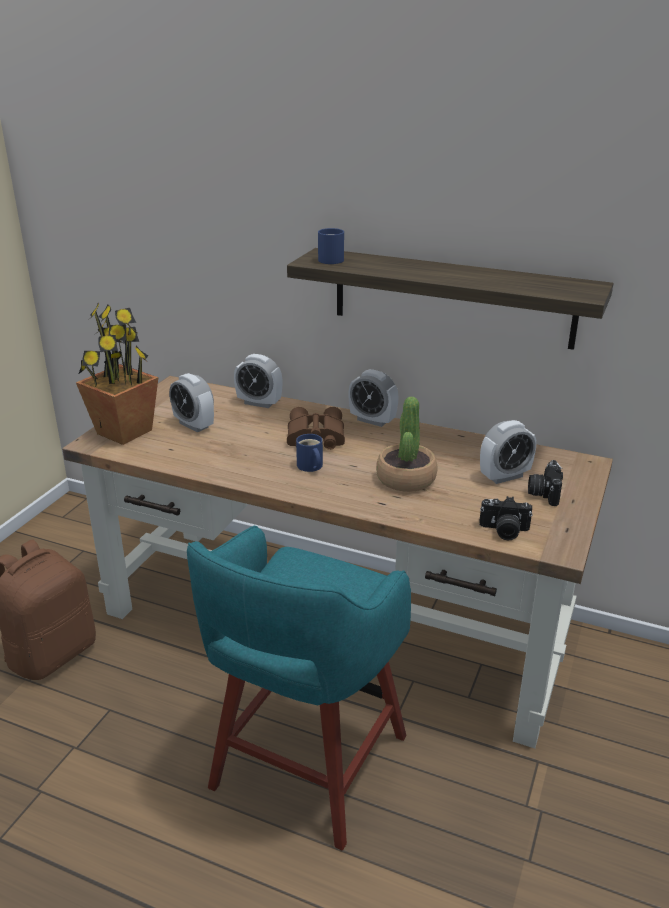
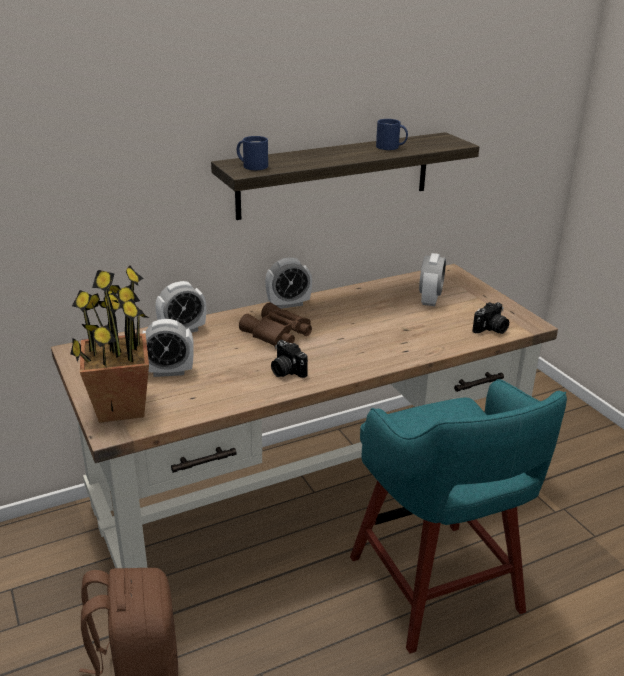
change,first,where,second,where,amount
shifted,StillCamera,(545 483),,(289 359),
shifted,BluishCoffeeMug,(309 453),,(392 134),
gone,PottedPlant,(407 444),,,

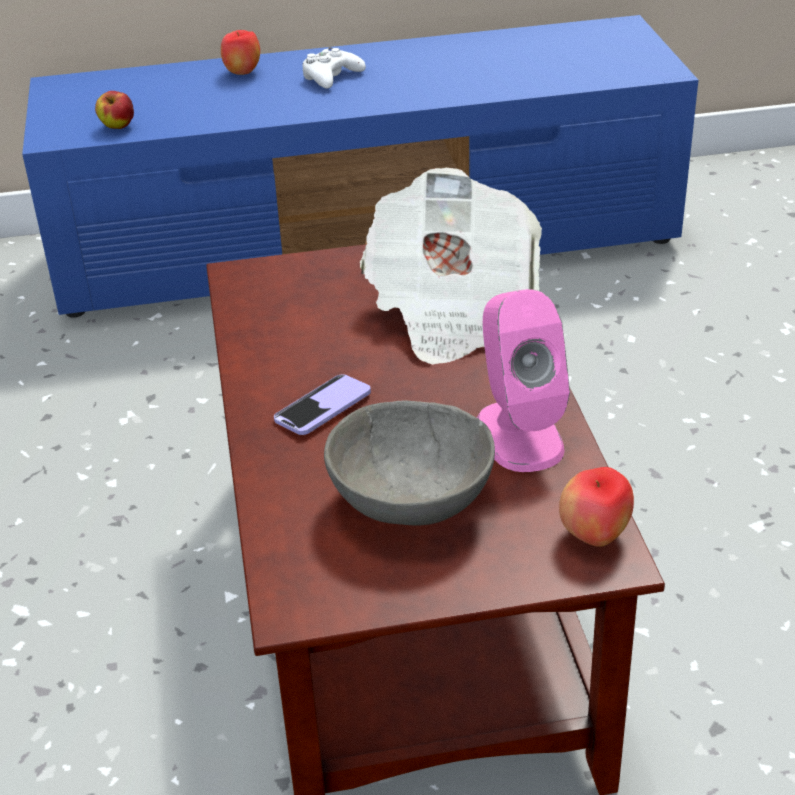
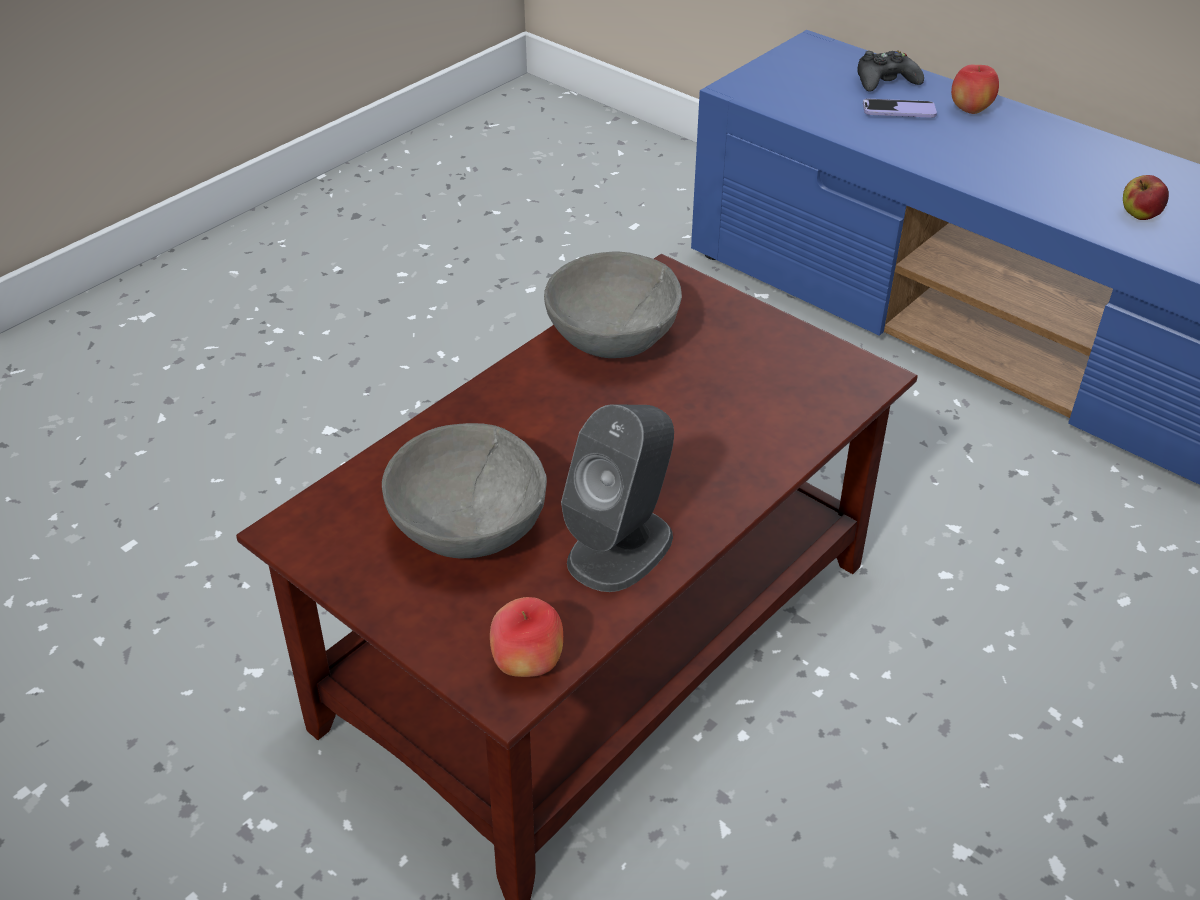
change,first,where,second,where,amount
new,,,GreyishBowl,(613 305),
repainted,PinkColouredSpeaker,(523 380),GreyishSpeaker,(617 498),
new,,,BlackishGamepad,(890 71),
shifted,Telephone,(322 404),,(900 108),
shifted,AppleFruit,(114 110),,(1146 197),
gone,WhitishGamepad,(334 68),,,
gone,PrintedPaper,(450 266),,,

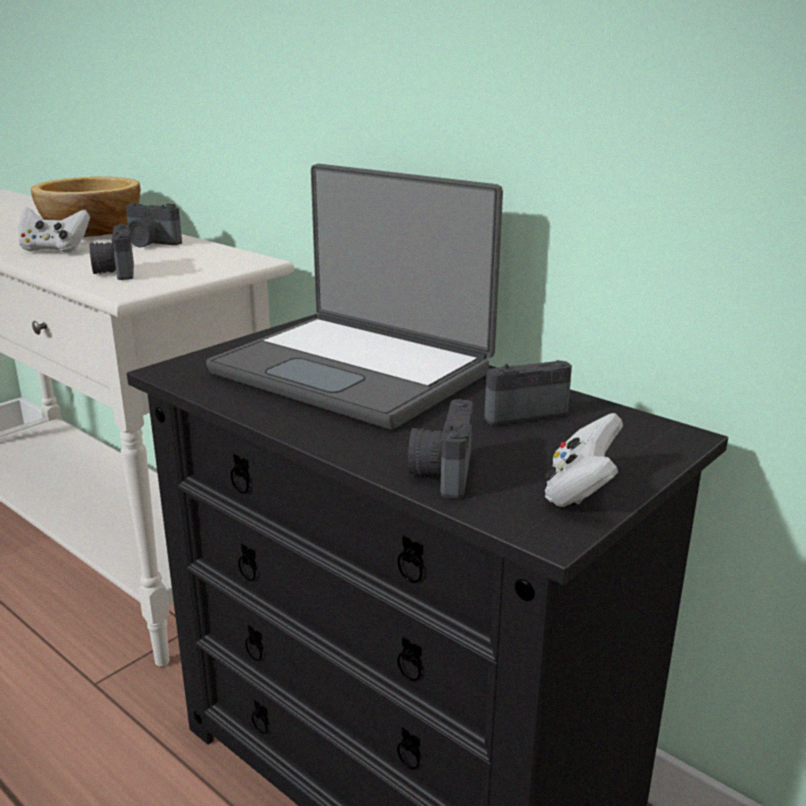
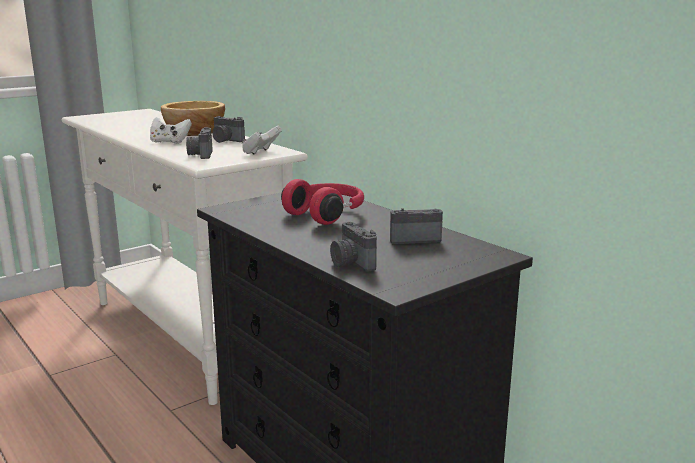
change,first,where,second,where,amount
shifted,WhitishGamepad,(583 460),,(262 140),
swapped,Laptop,(354 296),ReddishHeadset,(322 202),
rotated,StillCamera,(440 449),,(353 247),45 degrees counterclockwise

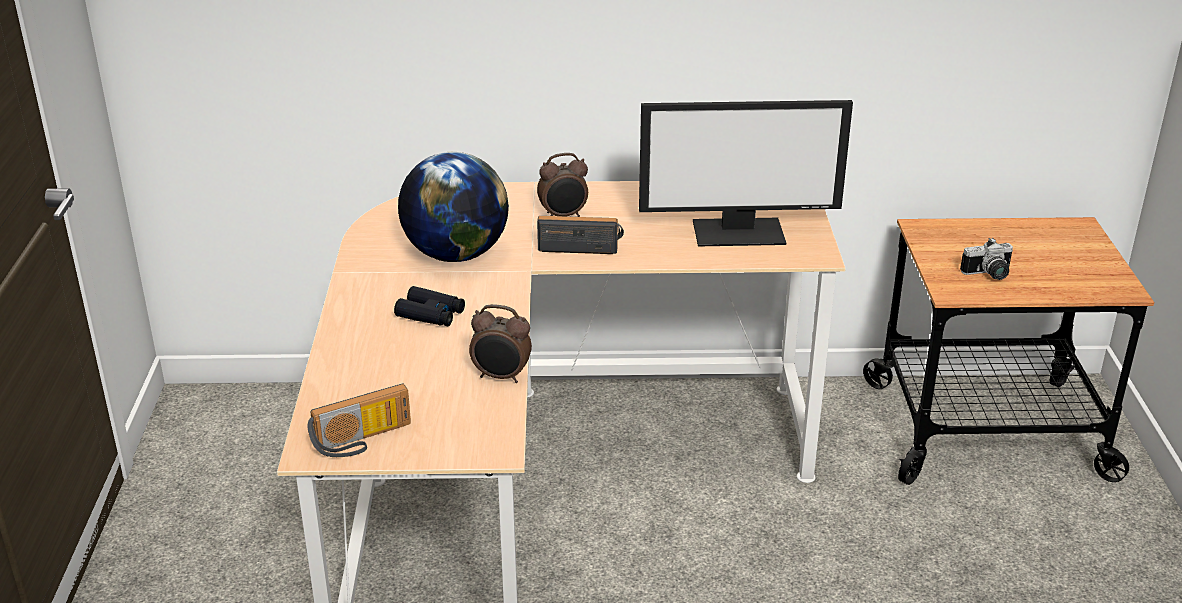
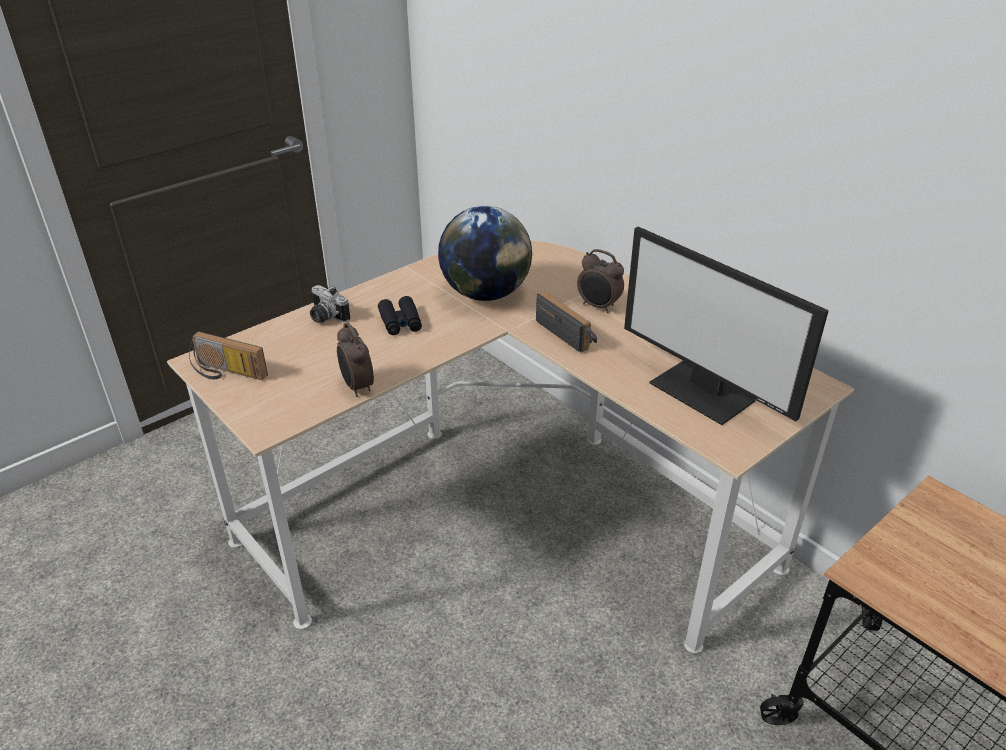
change,first,where,second,where,amount
shifted,StillCamera,(986 259),,(330 304),

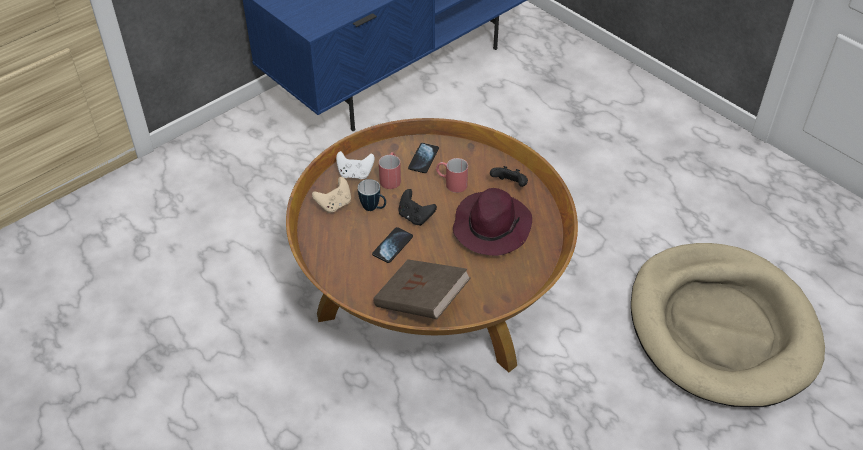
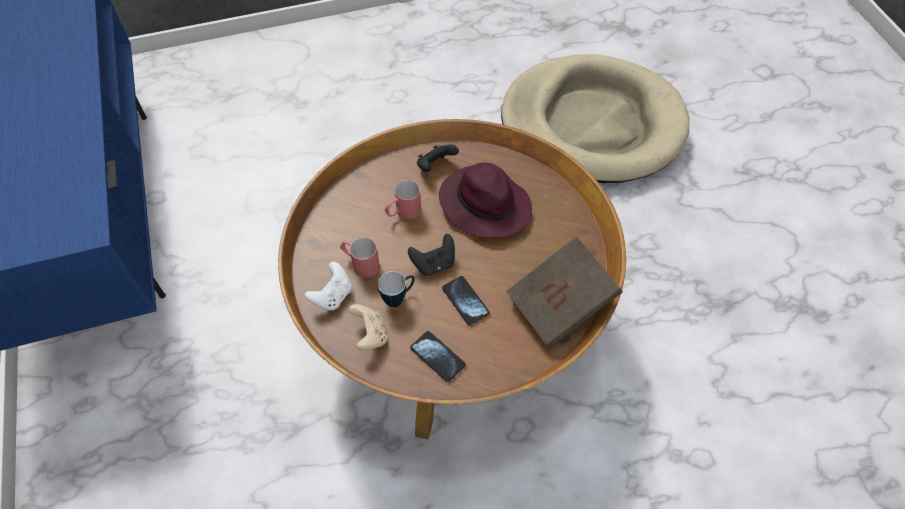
change,first,where,second,where,amount
shifted,Telephone,(423 158),,(438 356),

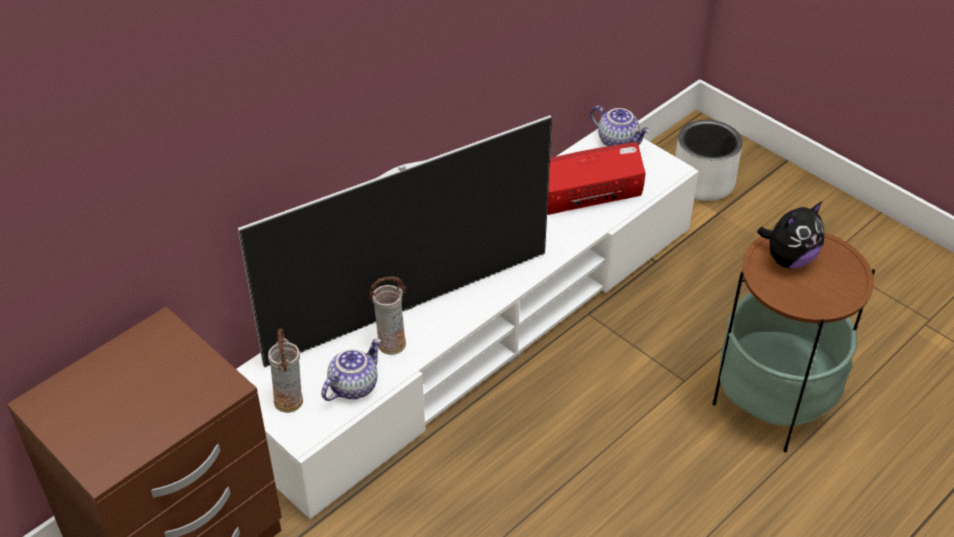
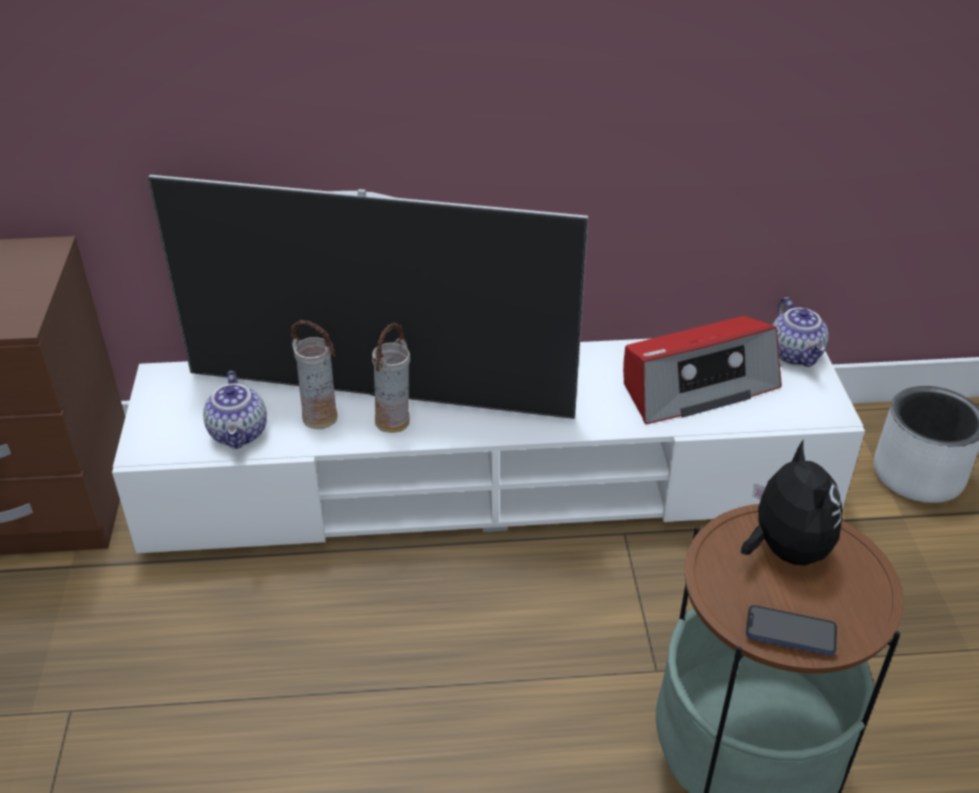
change,first,where,second,where,amount
rotated,Teapot,(351 370),,(235 410),90 degrees clockwise
shifted,FlowerVase,(285 371),,(391 377),
rotated,Radio,(596 178),,(702 370),135 degrees clockwise
rotated,SoftToy,(790 235),,(792 502),105 degrees counterclockwise
new,,,Telephone,(791 630),

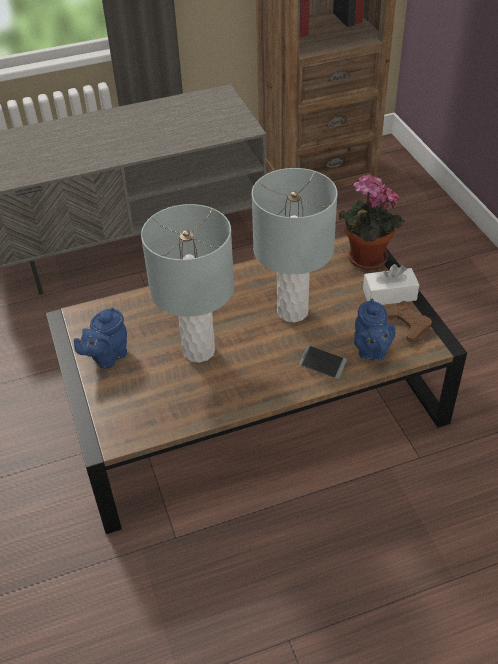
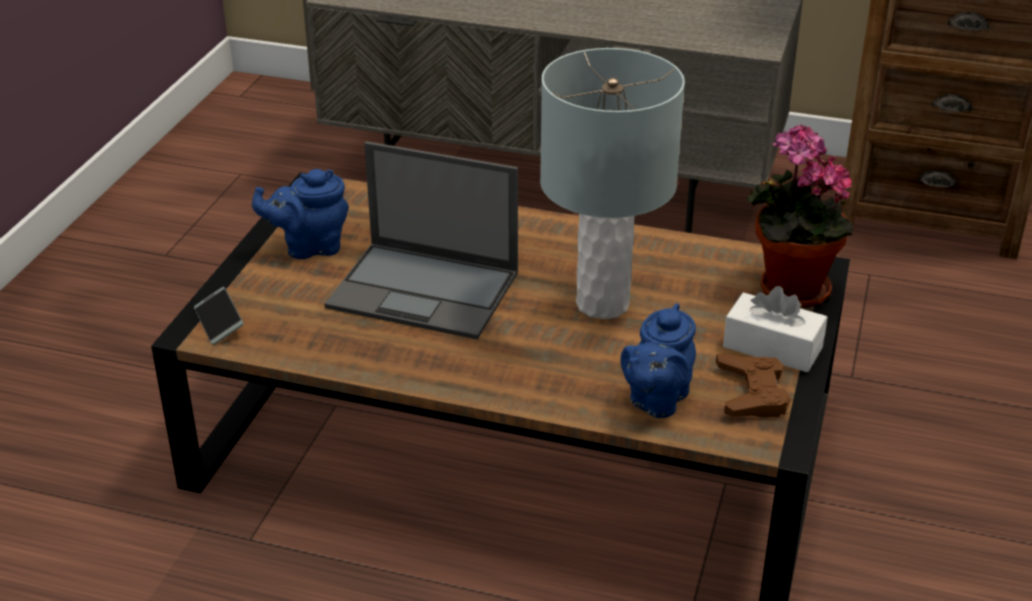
change,first,where,second,where,amount
shifted,Telephone,(323 362),,(219 316),
swapped,GreyishLampForATable,(187 283),Laptop,(421 240),

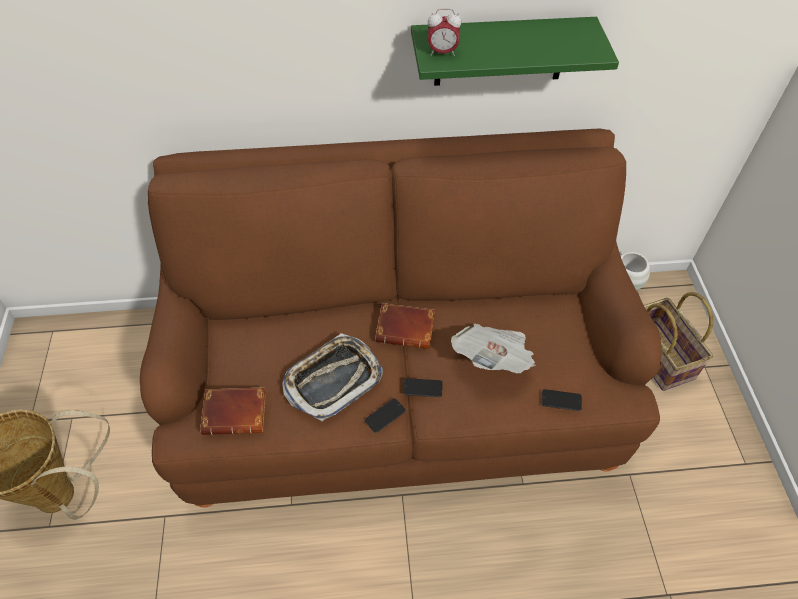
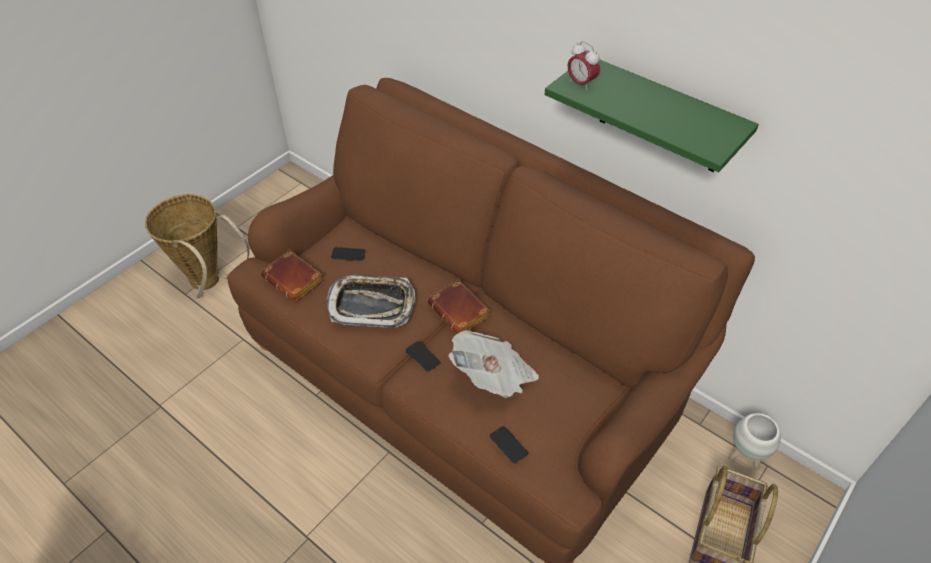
change,first,where,second,where,amount
shifted,Telephone,(385 415),,(348 254),

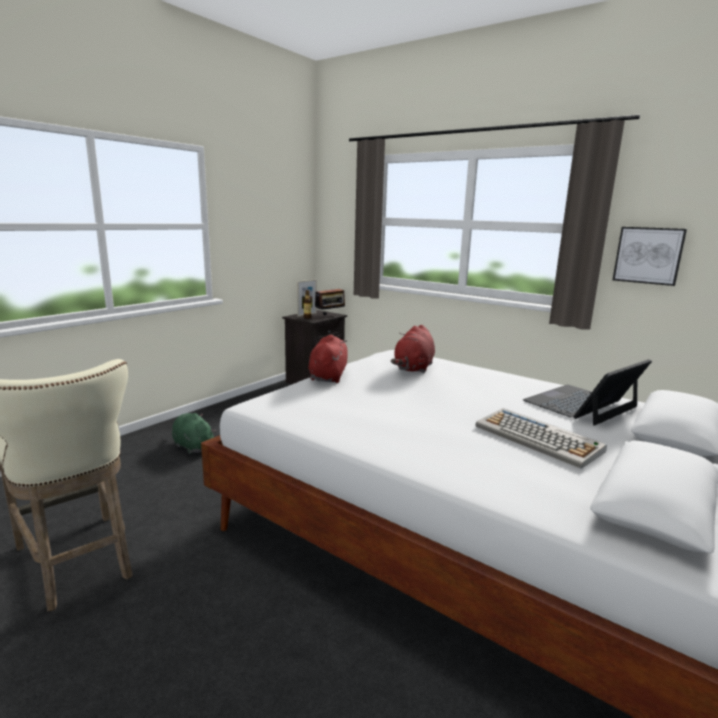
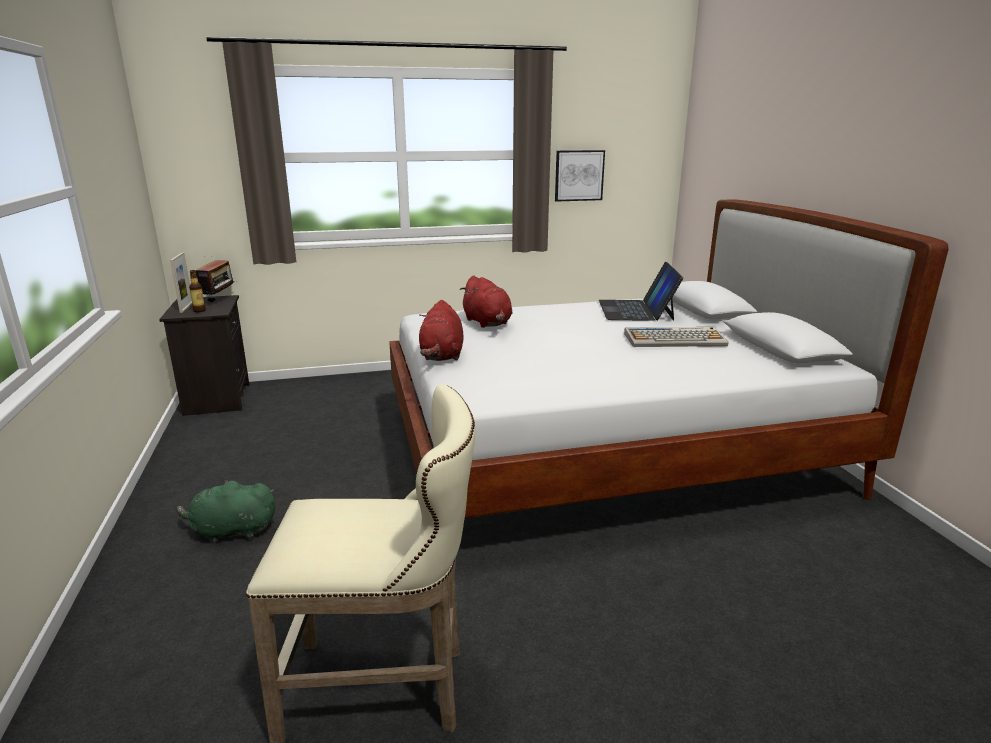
change,first,where,second,where,amount
rotated,ReddishSoftToy,(328 359),,(441 330),135 degrees counterclockwise

